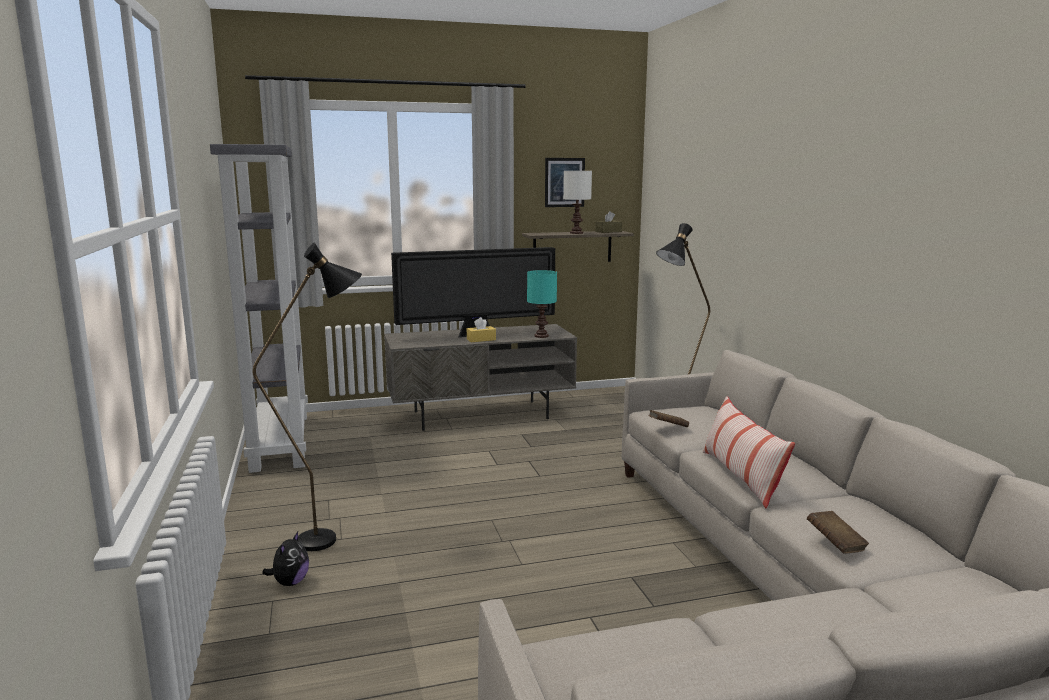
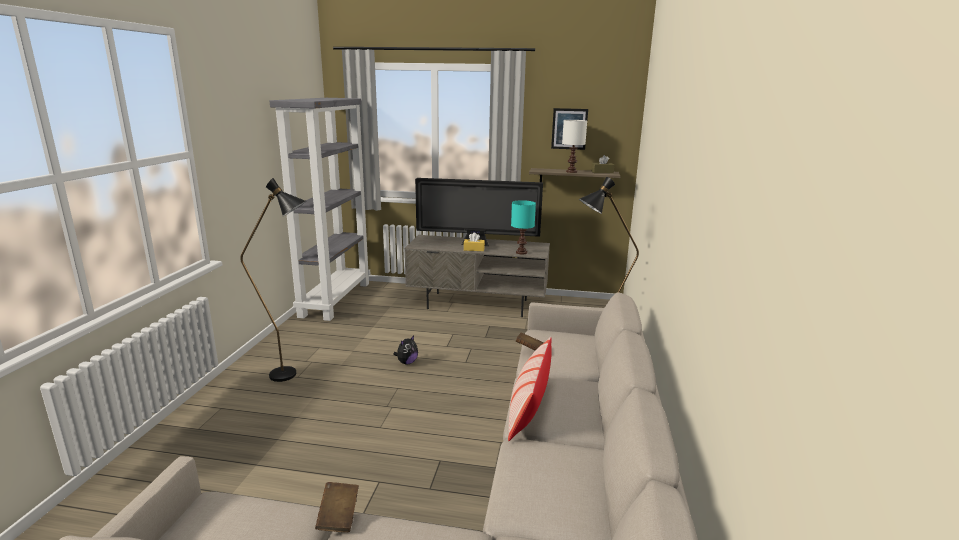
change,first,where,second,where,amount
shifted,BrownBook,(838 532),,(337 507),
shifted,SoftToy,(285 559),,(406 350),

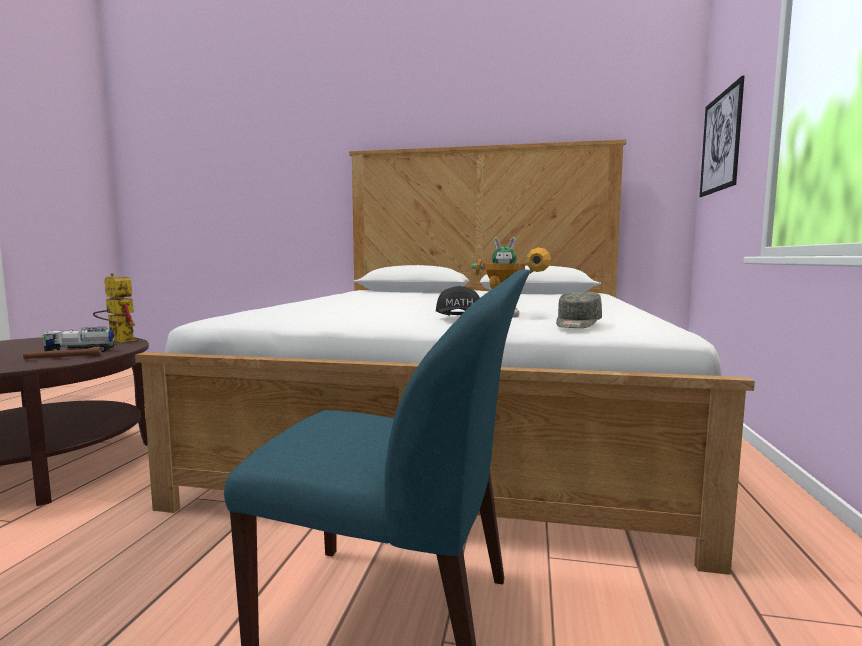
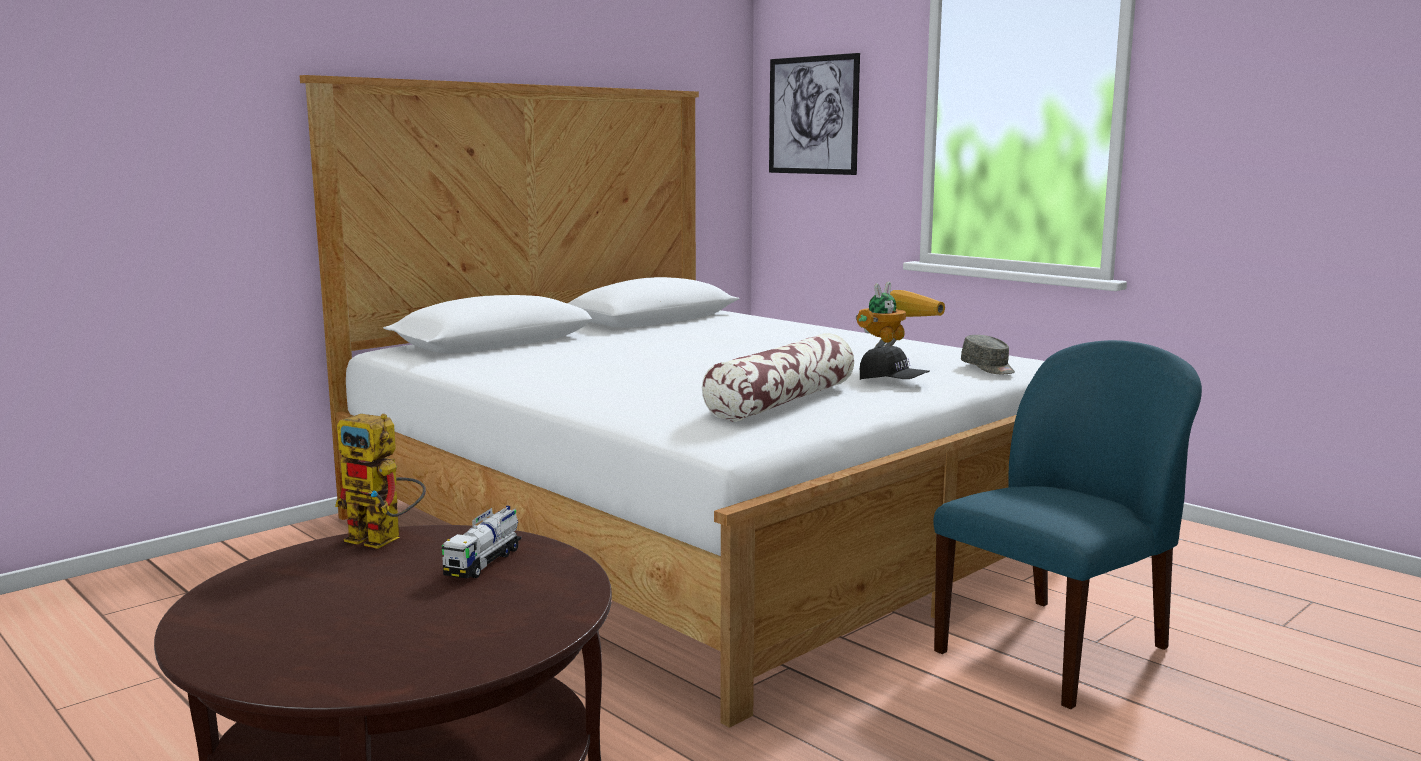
change,first,where,second,where,amount
rotated,ModelRobot,(115 307),,(380 481),135 degrees counterclockwise
new,,,Pillow,(778 377),
gone,BrownTorch,(62 353),,,

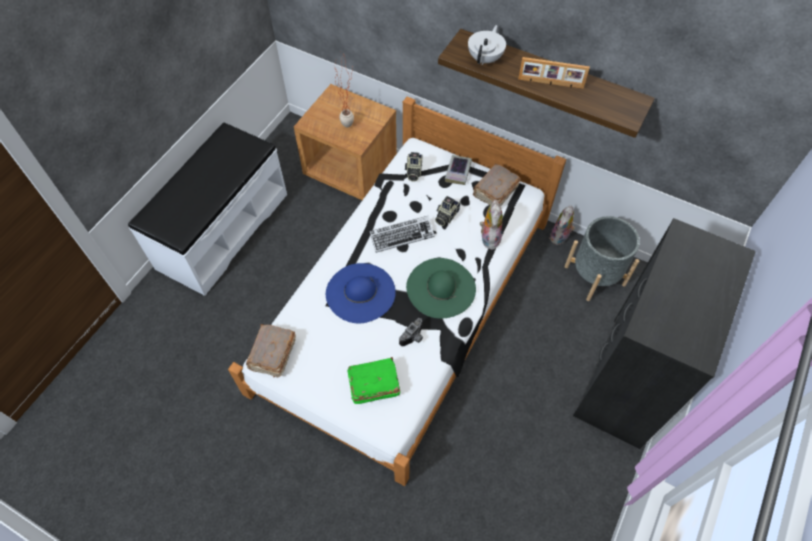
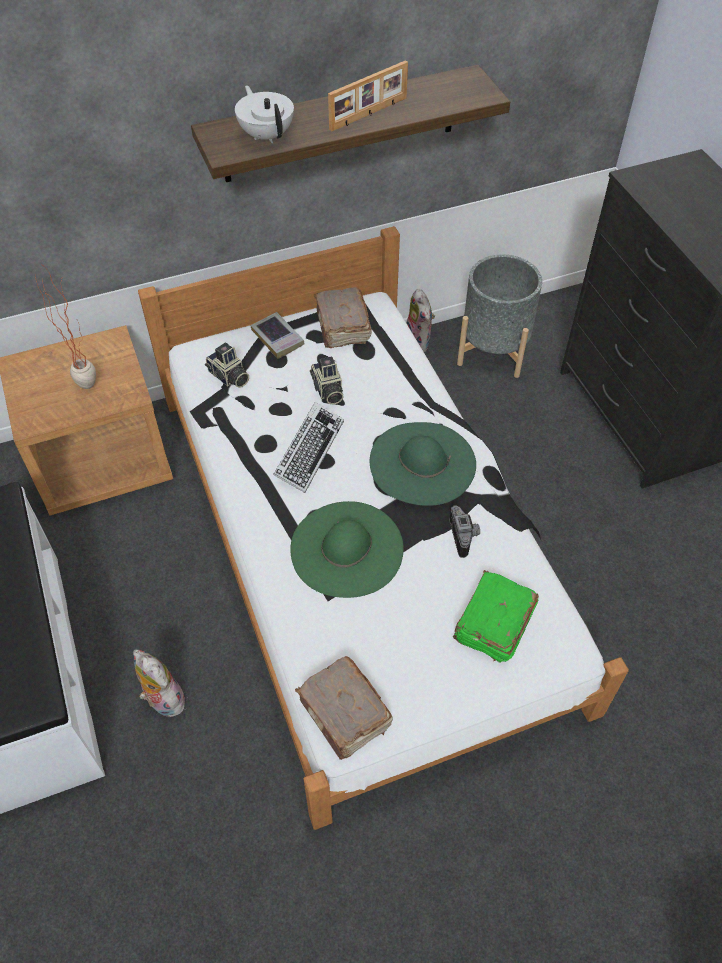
change,first,where,second,where,amount
shifted,SoftToy,(491 224),,(159 683),
repainted,BluishWearableHat,(361 293),GreenColouredWearableHat,(347 549),

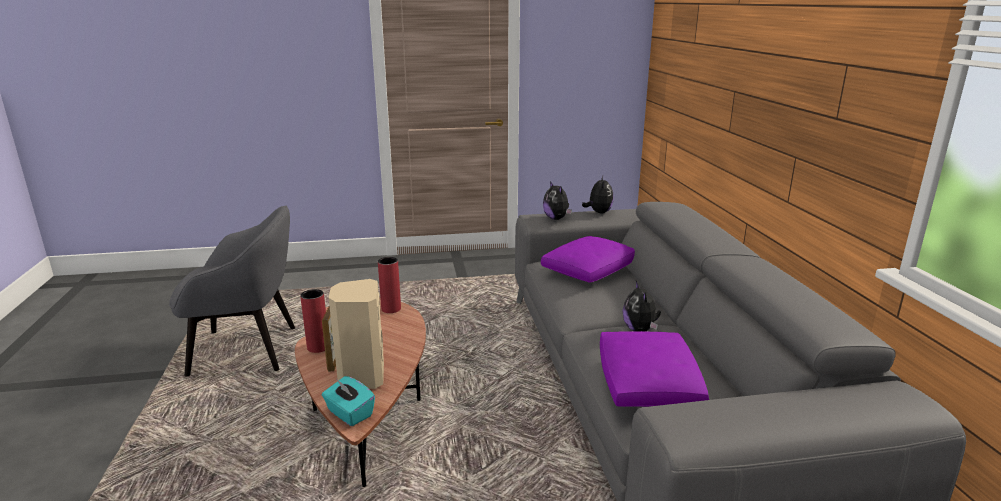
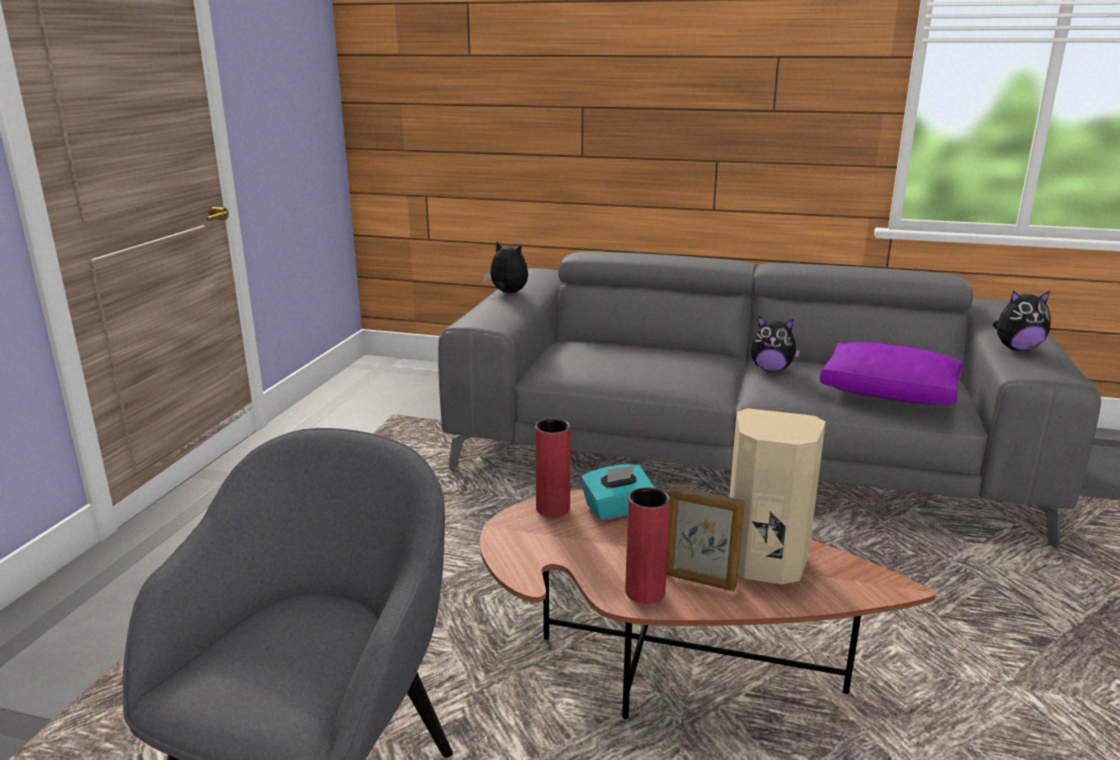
change,first,where,second,where,amount
shifted,TurquoiseTissueHolder,(348 401),,(618 492),
shifted,SoftToy,(557 200),,(1022 321),
gone,PurpleColouredPillow,(588 259),,,

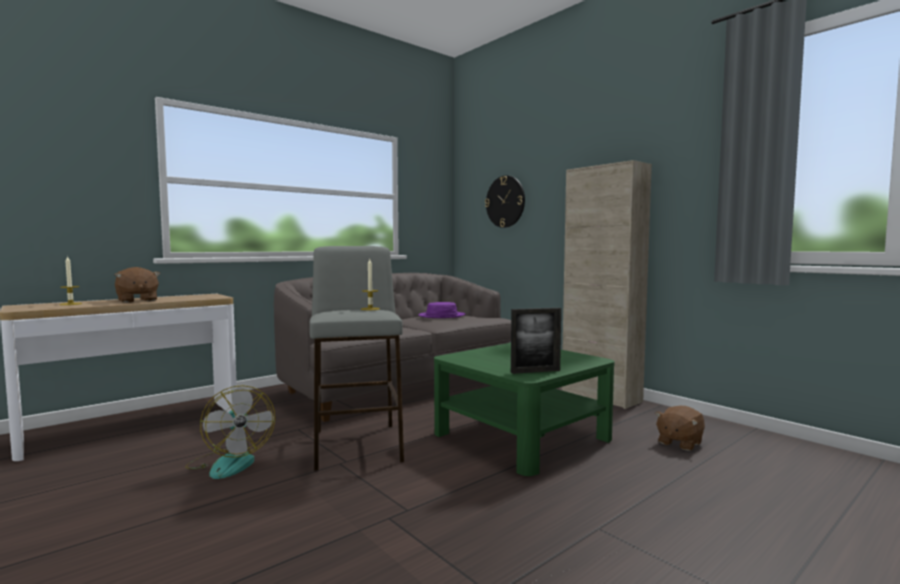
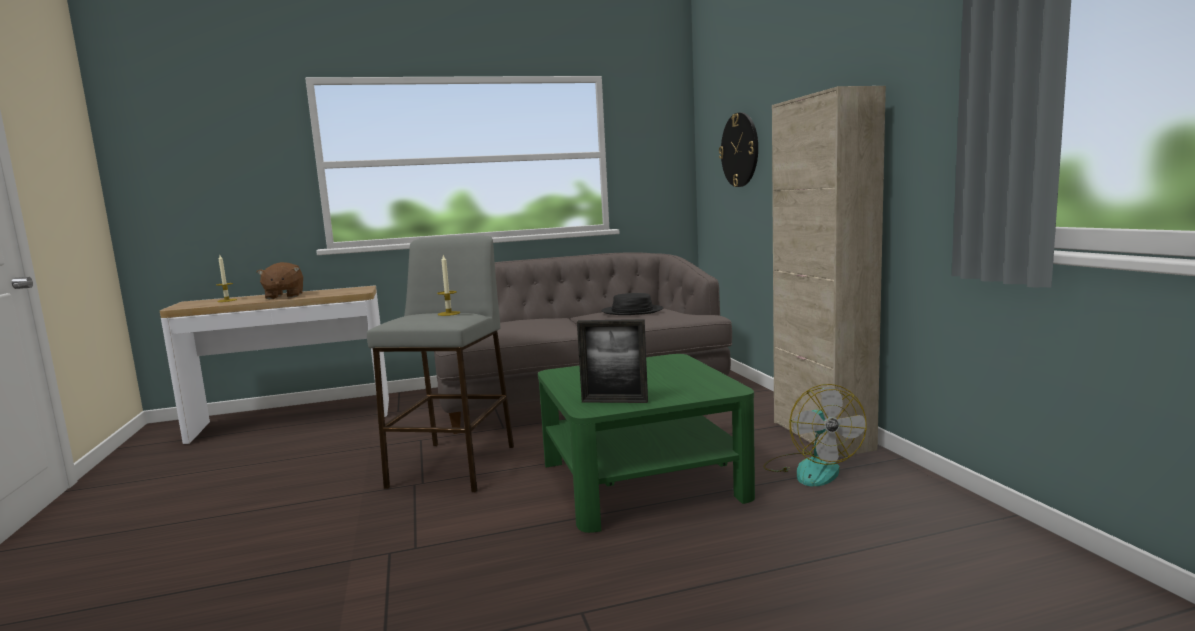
change,first,where,second,where,amount
repainted,PurpleColouredWearableHat,(441 310),BlackishWearableHat,(632 304),
shifted,Fan,(230 432),,(815 435),
gone,BrownSoftToy,(680 428),,,

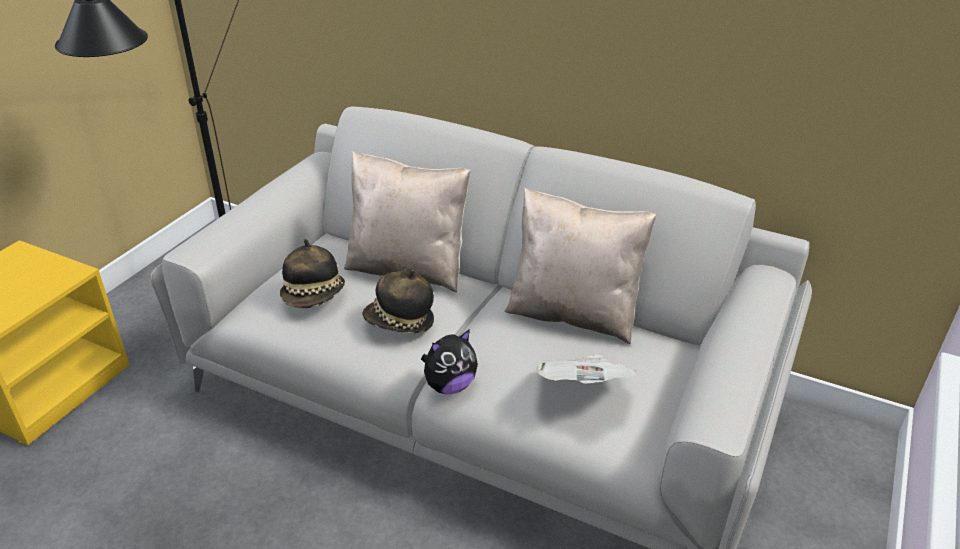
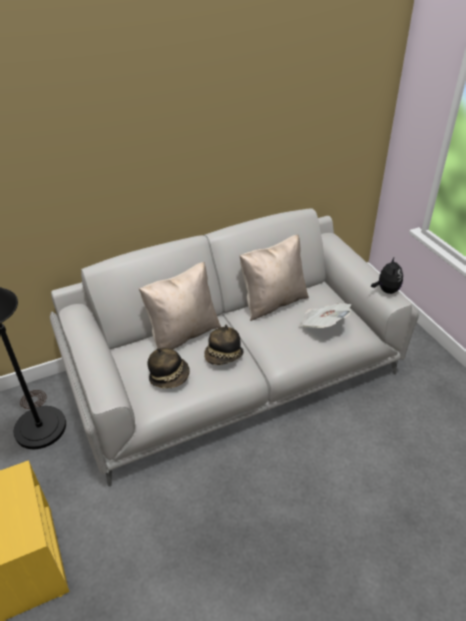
change,first,where,second,where,amount
shifted,SoftToy,(449 361),,(387 275),

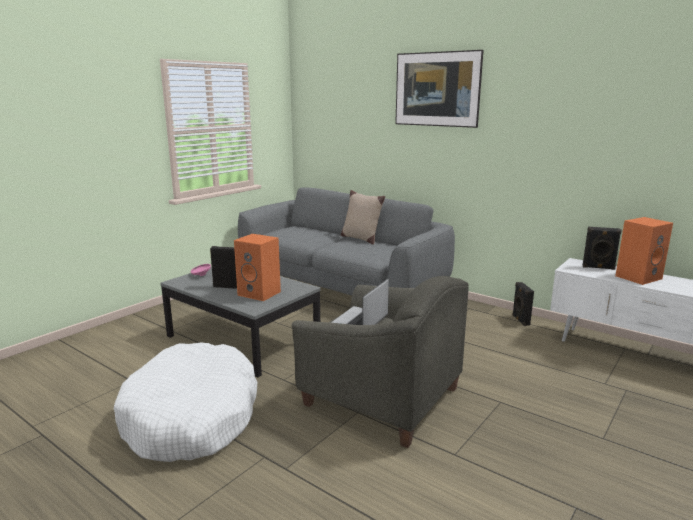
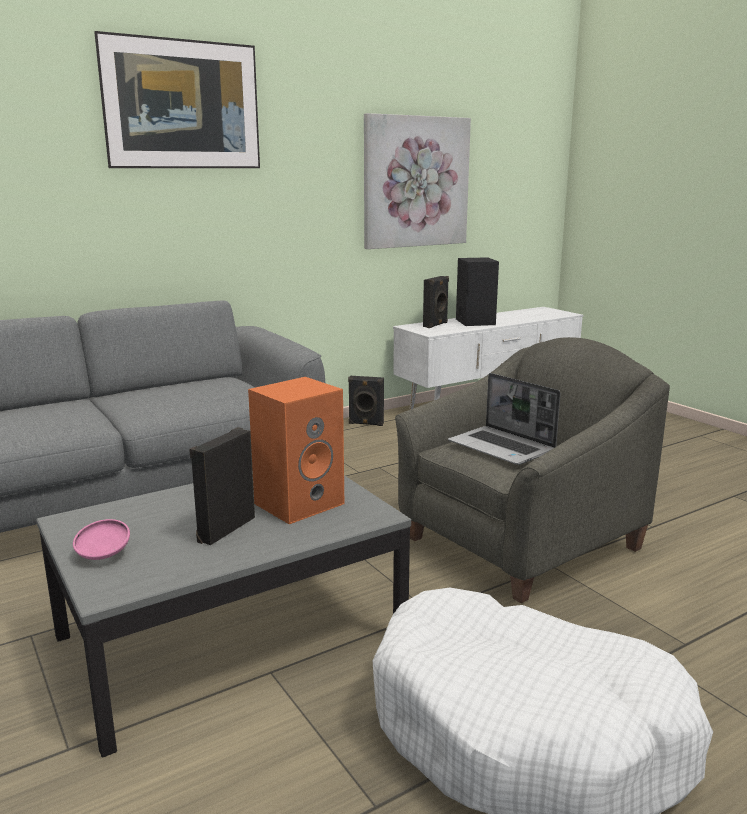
change,first,where,second,where,amount
new,,,WallPicture,(417 181),
repainted,OrangeColouredSpeaker,(644 251),BlackishSpeaker,(477 291),
gone,BeigeColouredPillow,(363 217),,,

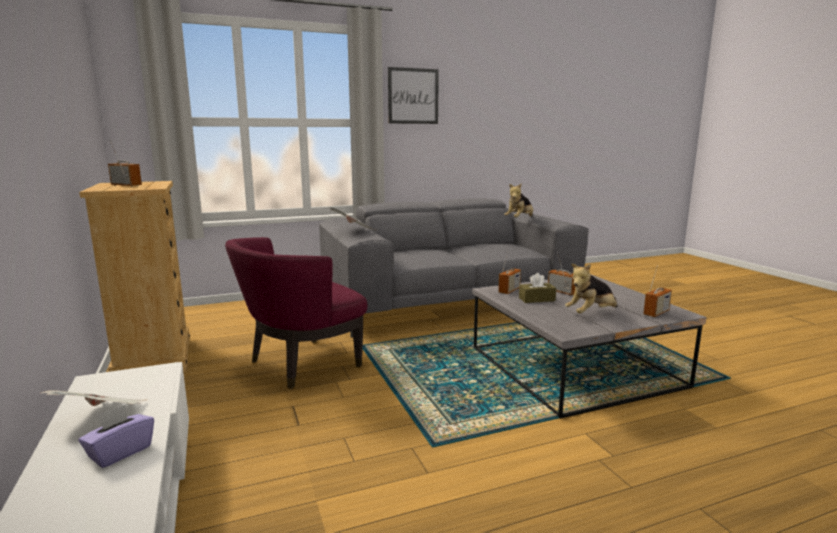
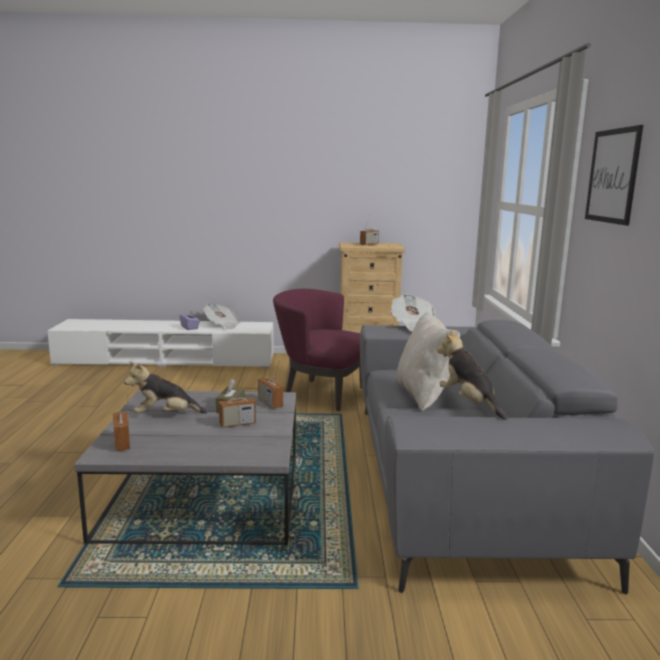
change,first,where,second,where,amount
rotated,SoftToy,(591 288),,(166 387),90 degrees counterclockwise
rotated,PurpleColouredLoungeChair,(296 313),,(317 350),45 degrees counterclockwise
new,,,BeigeColouredPillow,(428 361),

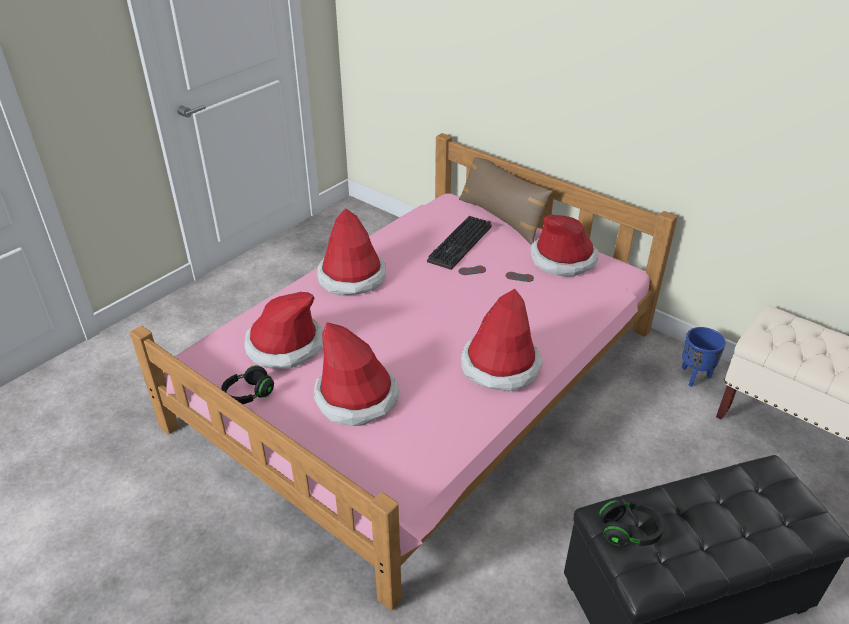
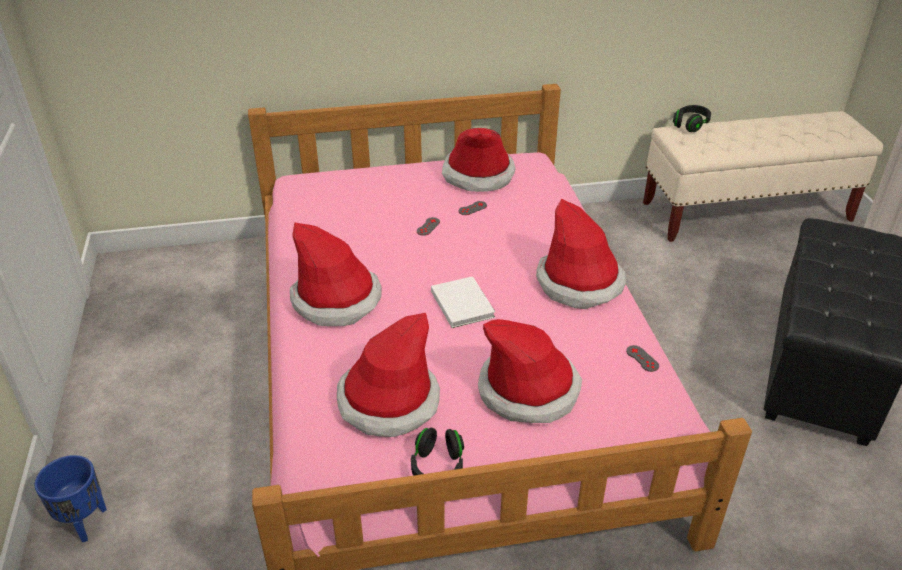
change,first,where,second,where,amount
shifted,BluishFlowerPot,(704 357),,(70 498),
new,,,WhitishBook,(463 302),
new,,,GreyishGamepad,(642 358),
shifted,BlackishHeadset,(632 523),,(692 118),
gone,ComputerKeyboard,(459 243),,,
gone,BrownPillow,(506 201),,,

